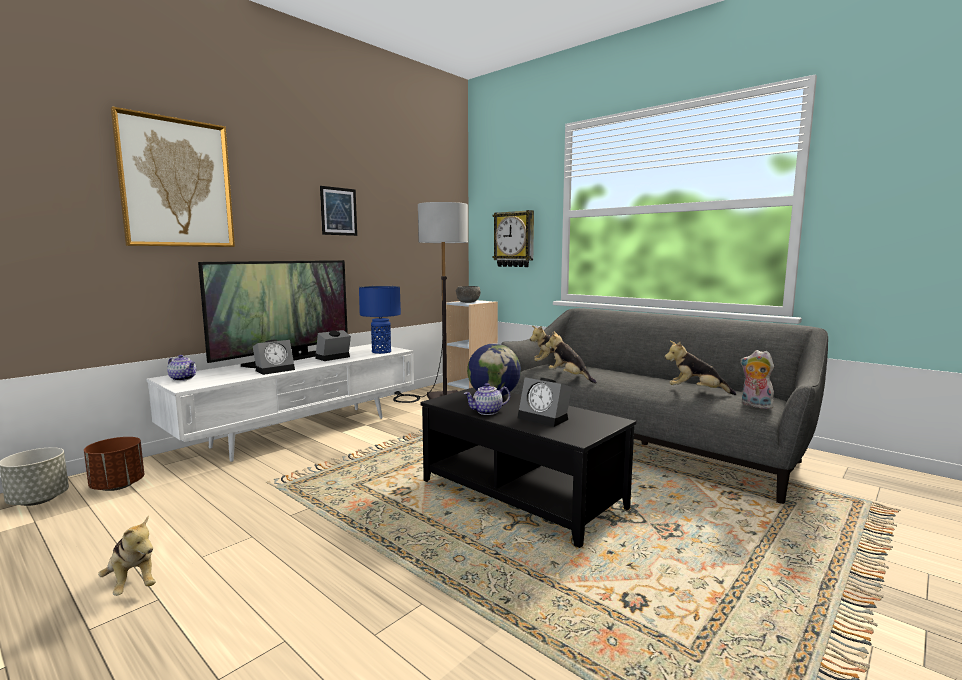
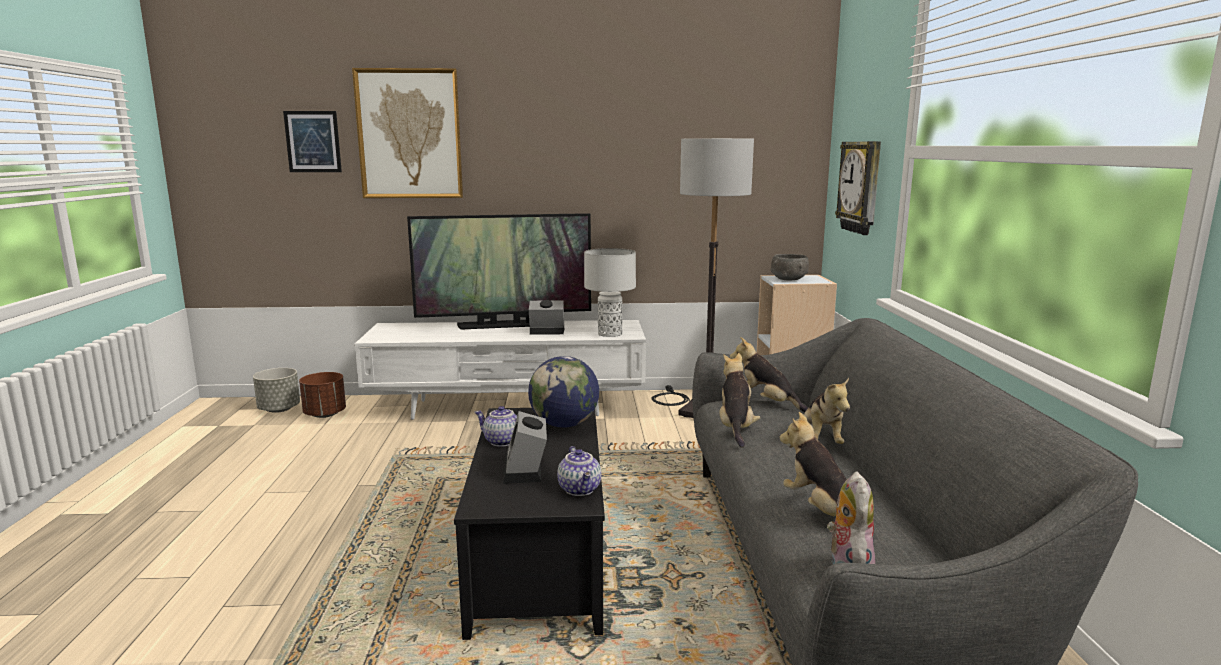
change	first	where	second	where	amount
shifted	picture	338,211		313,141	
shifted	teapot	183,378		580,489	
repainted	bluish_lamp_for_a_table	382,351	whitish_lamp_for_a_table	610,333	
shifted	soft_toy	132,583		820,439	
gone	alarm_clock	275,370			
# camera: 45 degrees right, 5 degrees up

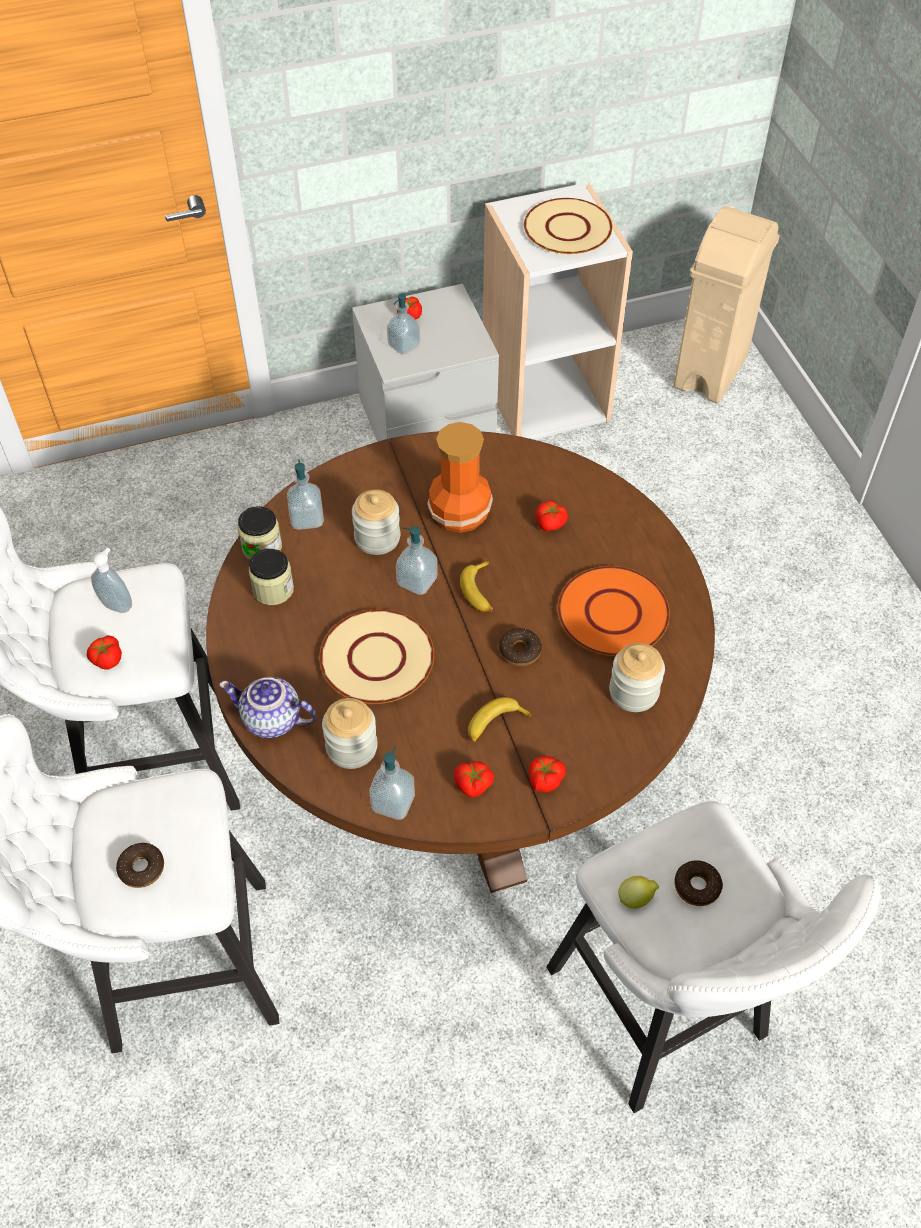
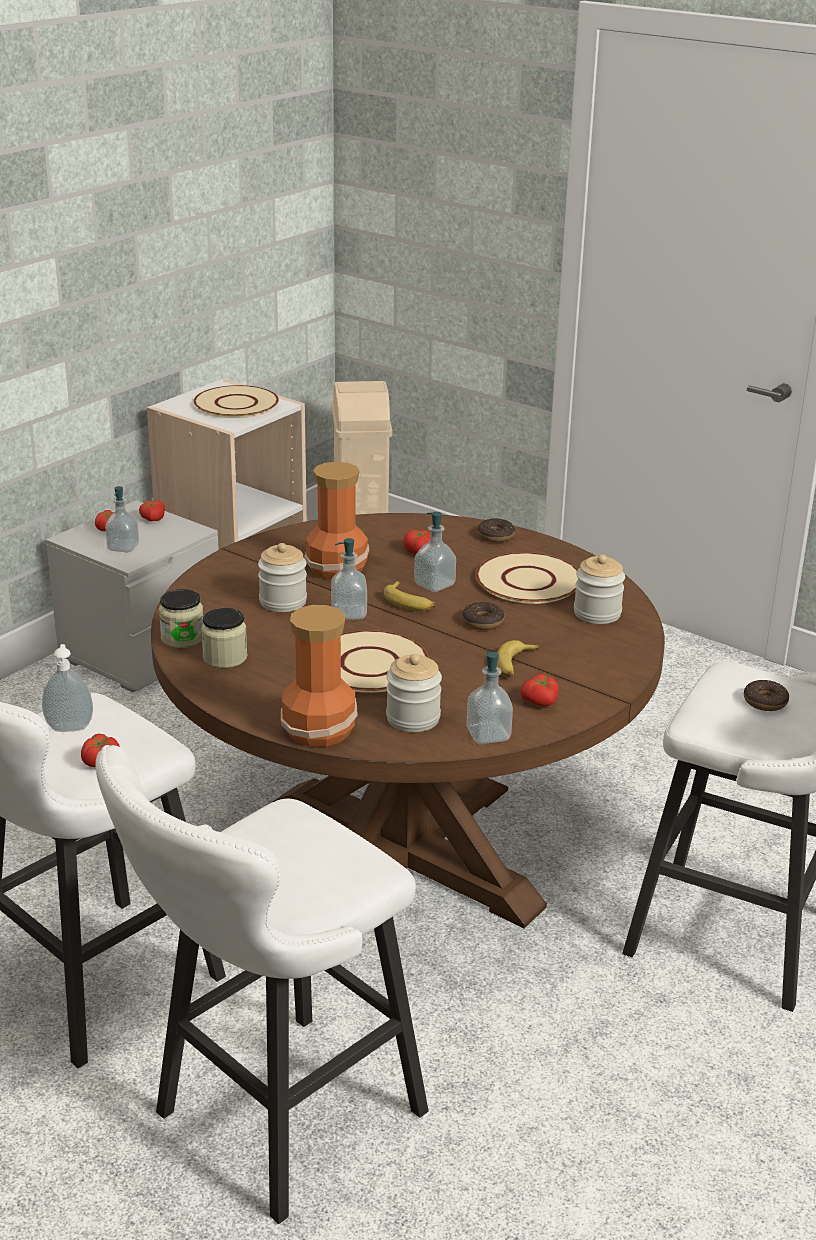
change	first	where	second	where	amount
shifted	tomato	544,779		152,519	
swapped	teapot	270,720	vase	321,729	
shifted	soap_bottle	307,519		434,585	
repainted	orangey_dinner_plate	613,613	beige_dinner_plate	529,580	
shifted	ring_doughnut	141,868		496,536	
gone	citrus_fruit	636,898			
# camera: 35 degrees left, 25 degrees down

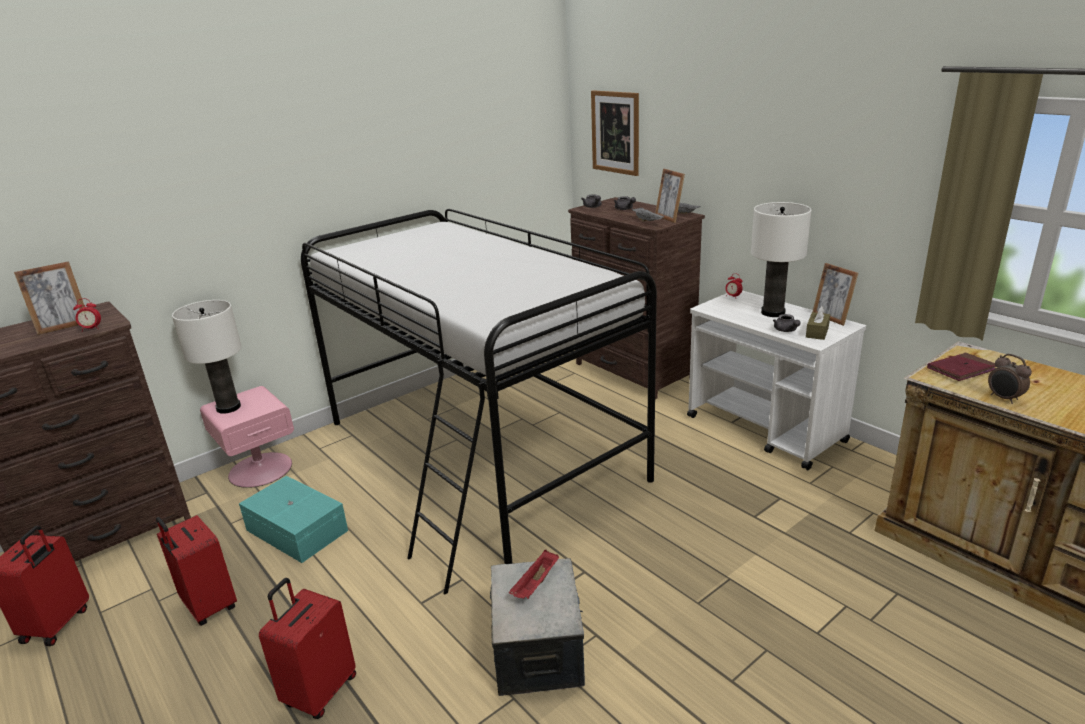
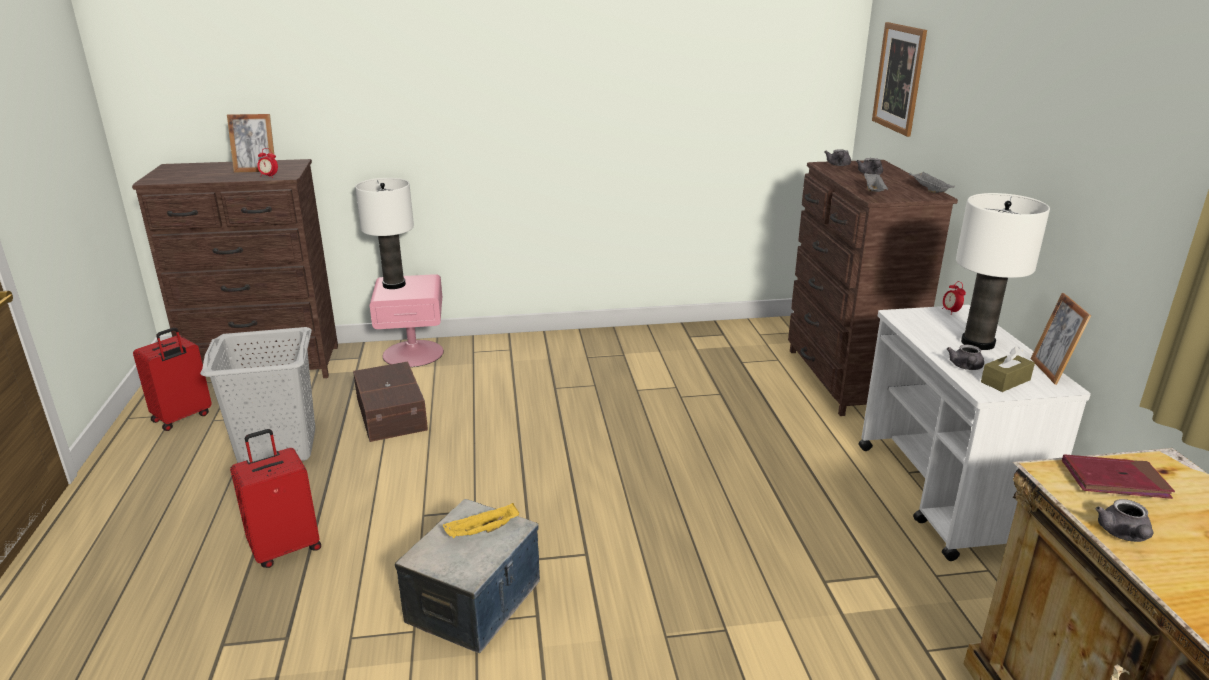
change	first	where	second	where	amount
swapped	reddish_suitcase	208,607	grey_washing_basket	277,447	
repainted	turquoise_storage_box	297,529	brownish_storage_box	392,413	
repainted	reddish_serving_tray	536,584	yellow-coloured_serving_tray	482,532	
swapped	alarm_clock	1004,398	grey_teapot	1124,535	
gone	blackish_bed	479,453			
gone	standing_frame	668,218			
# camera: 30 degrees right, 0 degrees up

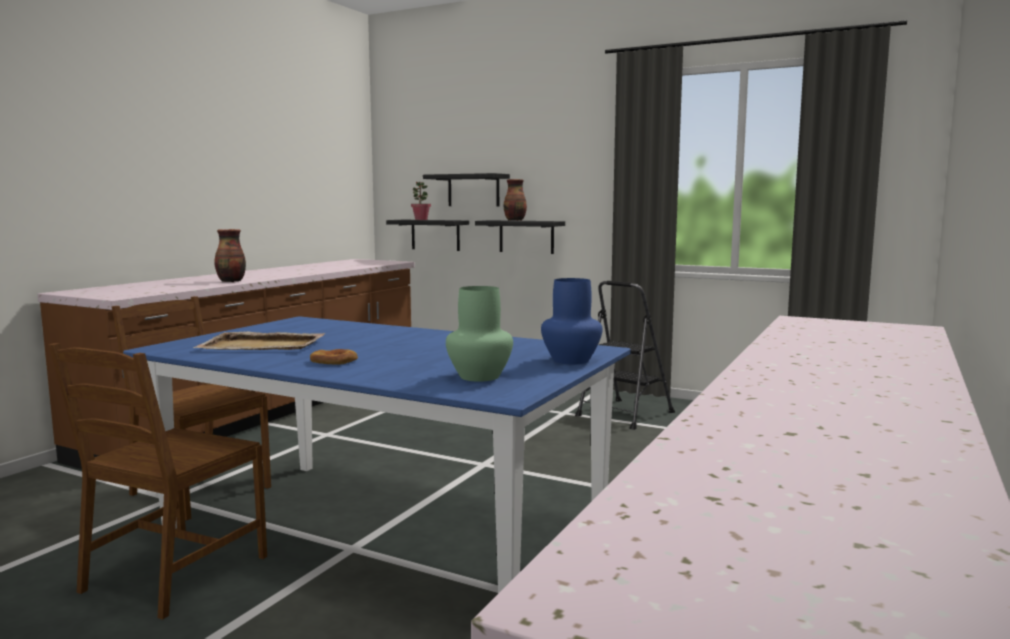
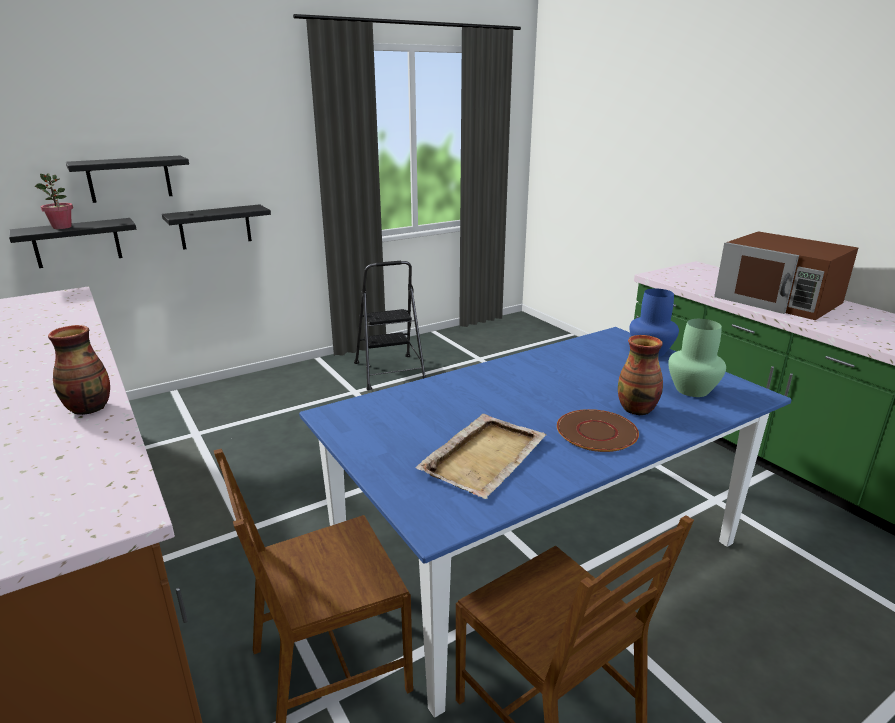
change	first	where	second	where	amount
swapped	baked_bread	334,361	brownish_dinner_plate	597,432	
shifted	vase	515,220		637,409	
new			brownish_kitchen_microwave	778,300	
# camera: 60 degrees left, 15 degrees up

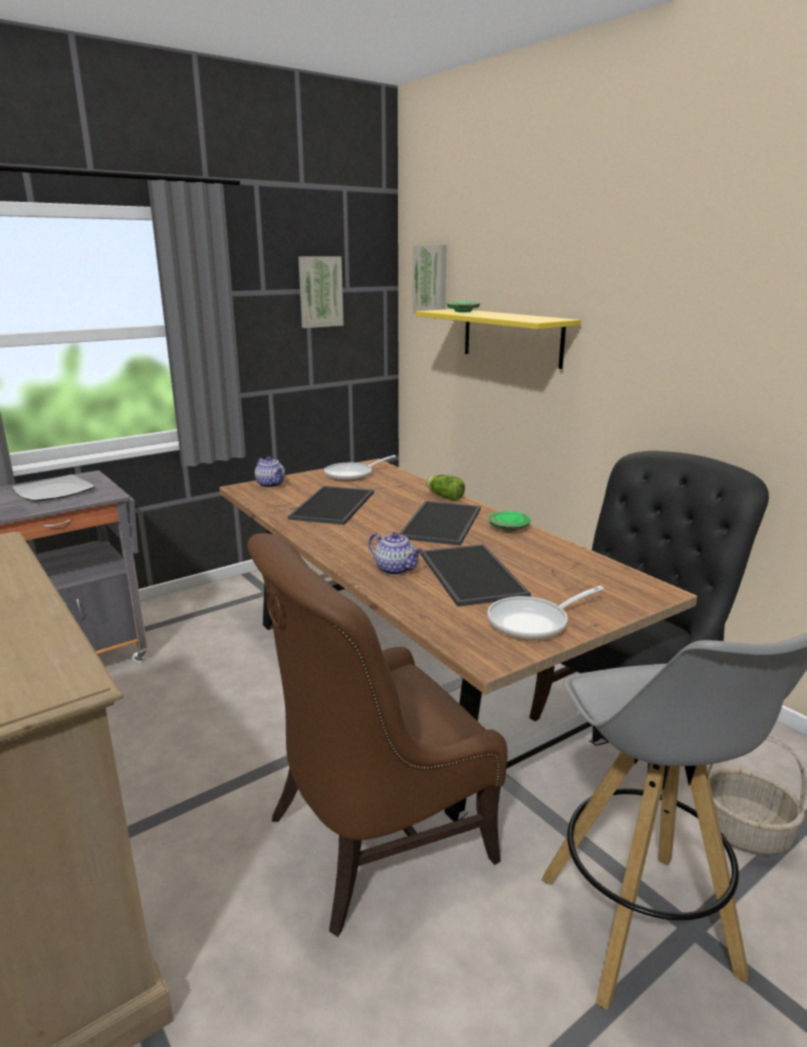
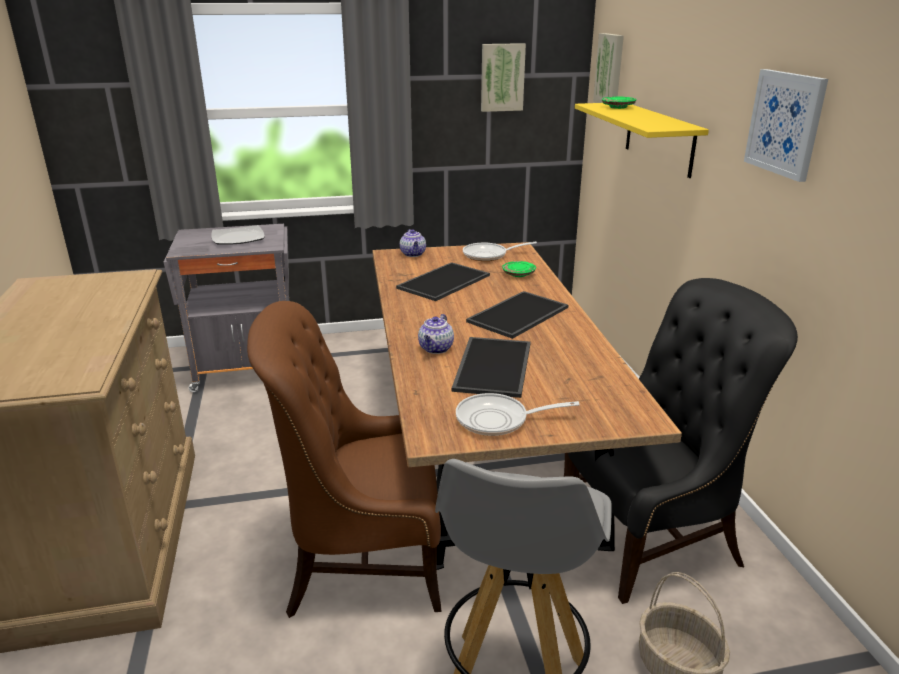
change	first	where	second	where	amount
rotated	teapot	396,569		436,349	45 degrees clockwise
shifted	green-coloured_dinner_plate	509,527		518,274	
new			picture	785,123	
gone	lettuce_head	444,497			
# camera: 25 degrees right, 5 degrees up

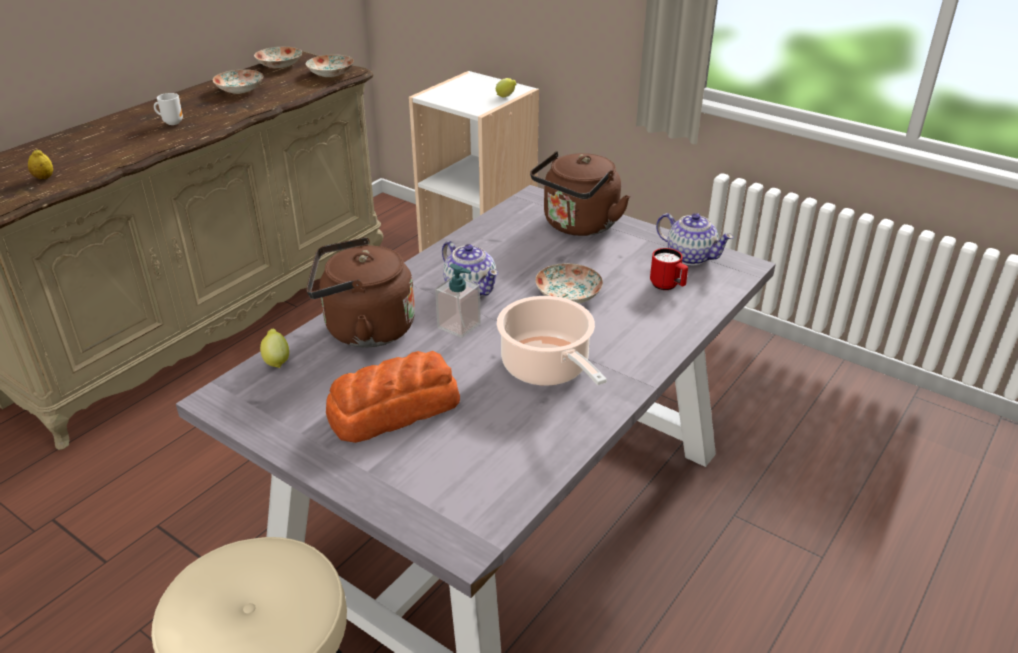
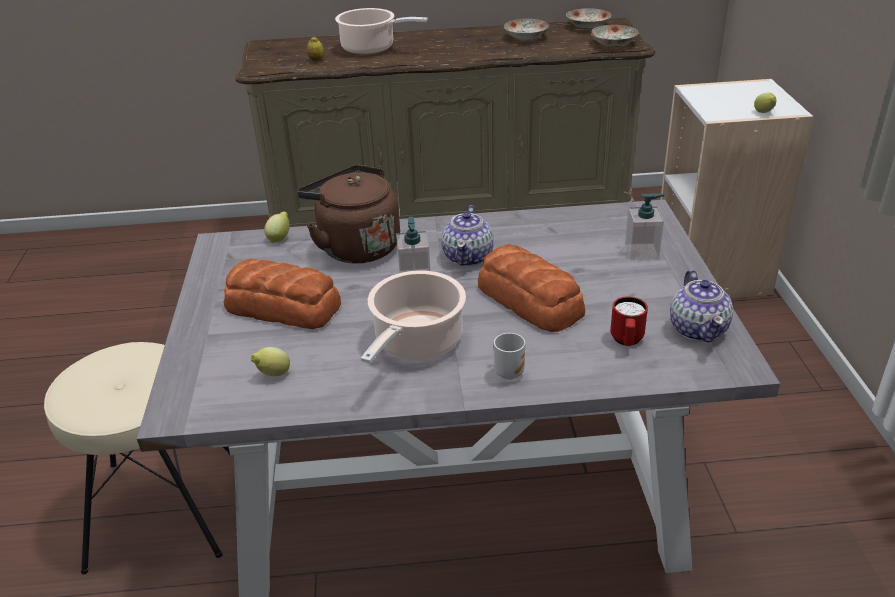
change	first	where	second	where	amount
new			citrus_fruit	273,374	
new			saucepot	371,48	
swapped	dinner_plate	569,295	baked_bread	530,301	
shifted	mug	172,122		508,372	
swapped	brownish_tea_kettle	578,226	soap_bottle	642,251	
# camera: 50 degrees right, 0 degrees up

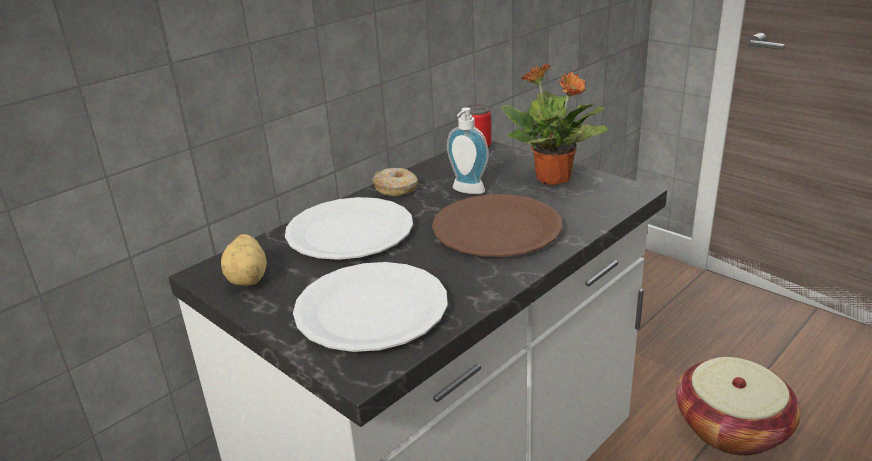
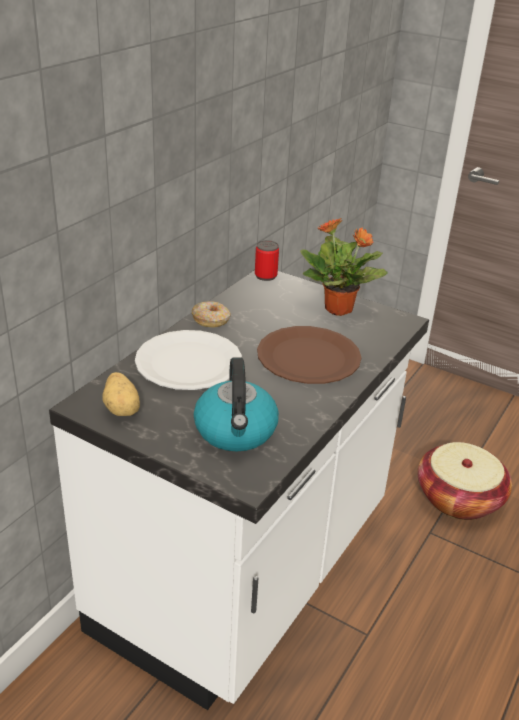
change	first	where	second	where	amount
swapped	whitish_dinner_plate	372,309	tea_kettle	236,432	
gone	soap_bottle	466,191			
# camera: 15 degrees left, 5 degrees up

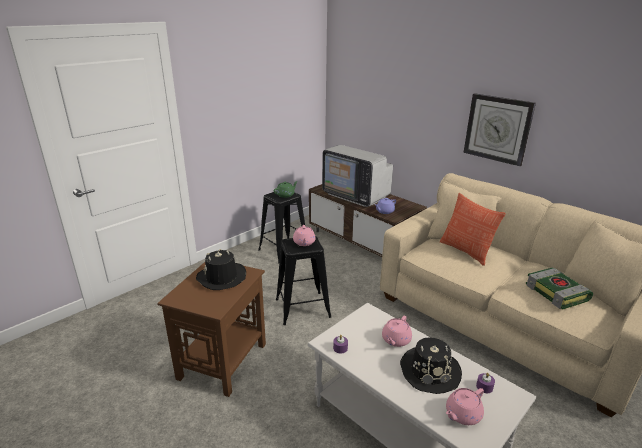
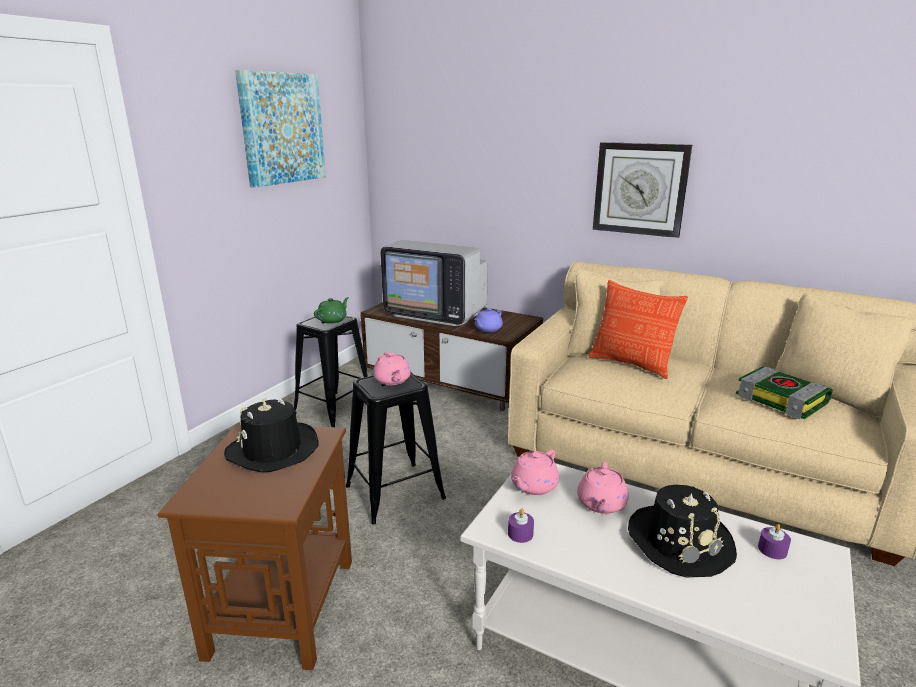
change	first	where	second	where	amount
new			picture	282,128	
shifted	pink-coloured_teapot	462,414		533,486	
# camera: 15 degrees left, 5 degrees down

